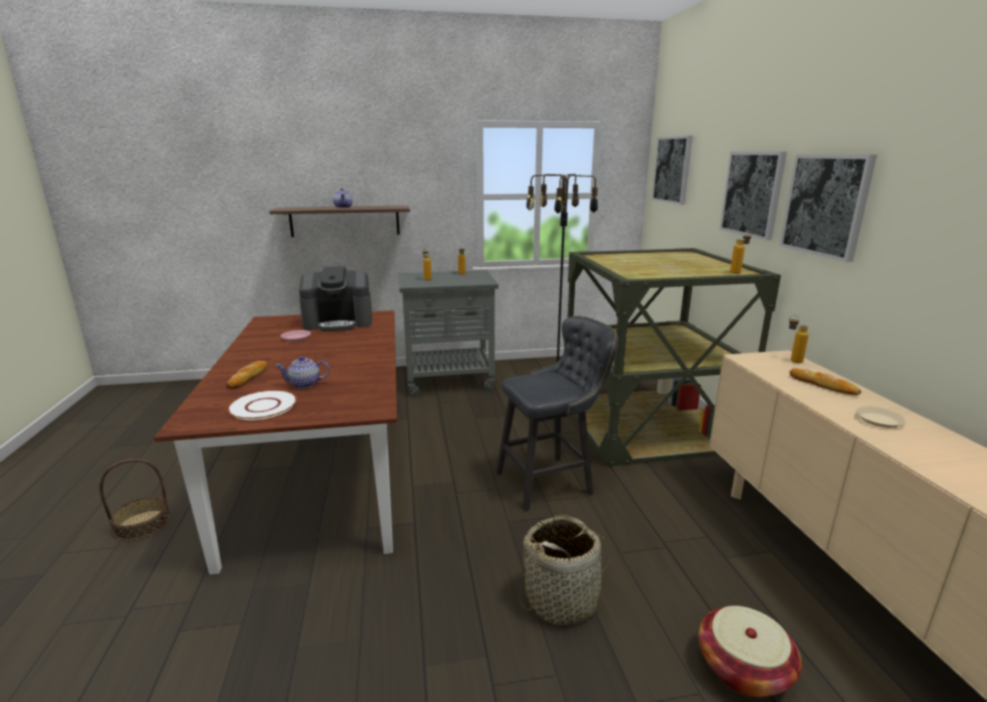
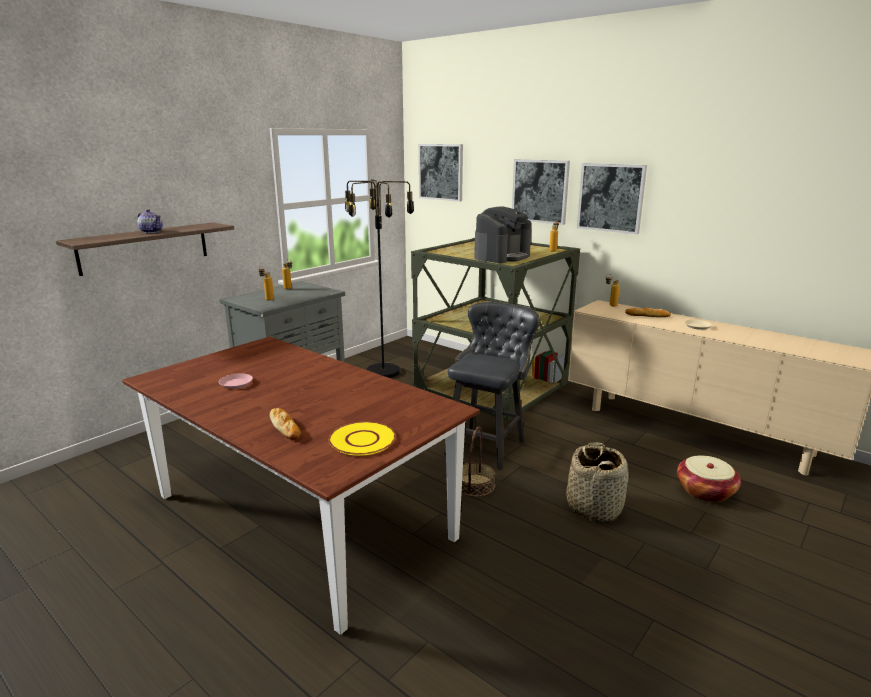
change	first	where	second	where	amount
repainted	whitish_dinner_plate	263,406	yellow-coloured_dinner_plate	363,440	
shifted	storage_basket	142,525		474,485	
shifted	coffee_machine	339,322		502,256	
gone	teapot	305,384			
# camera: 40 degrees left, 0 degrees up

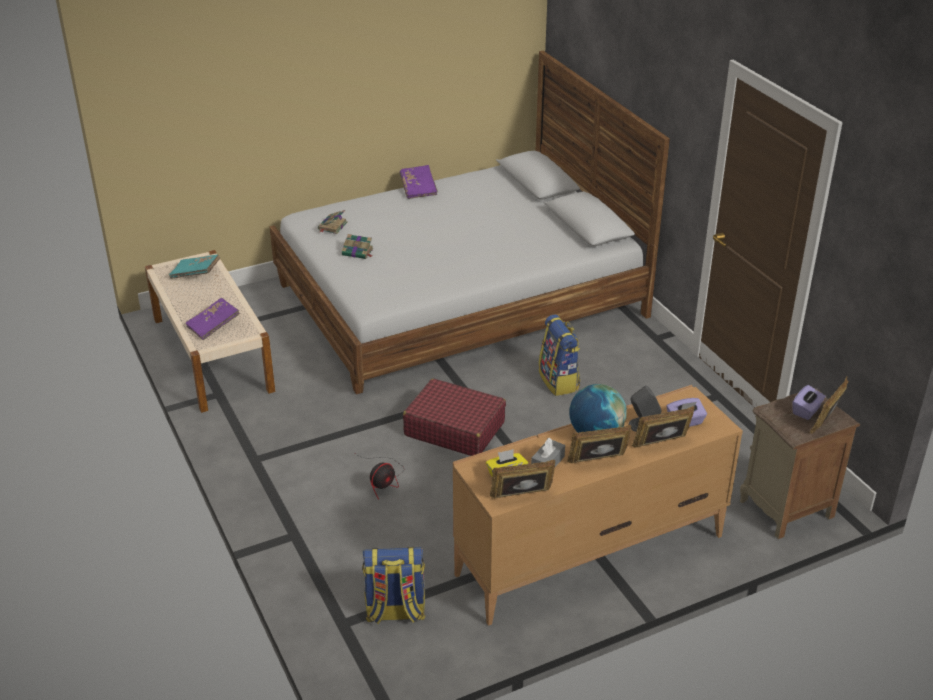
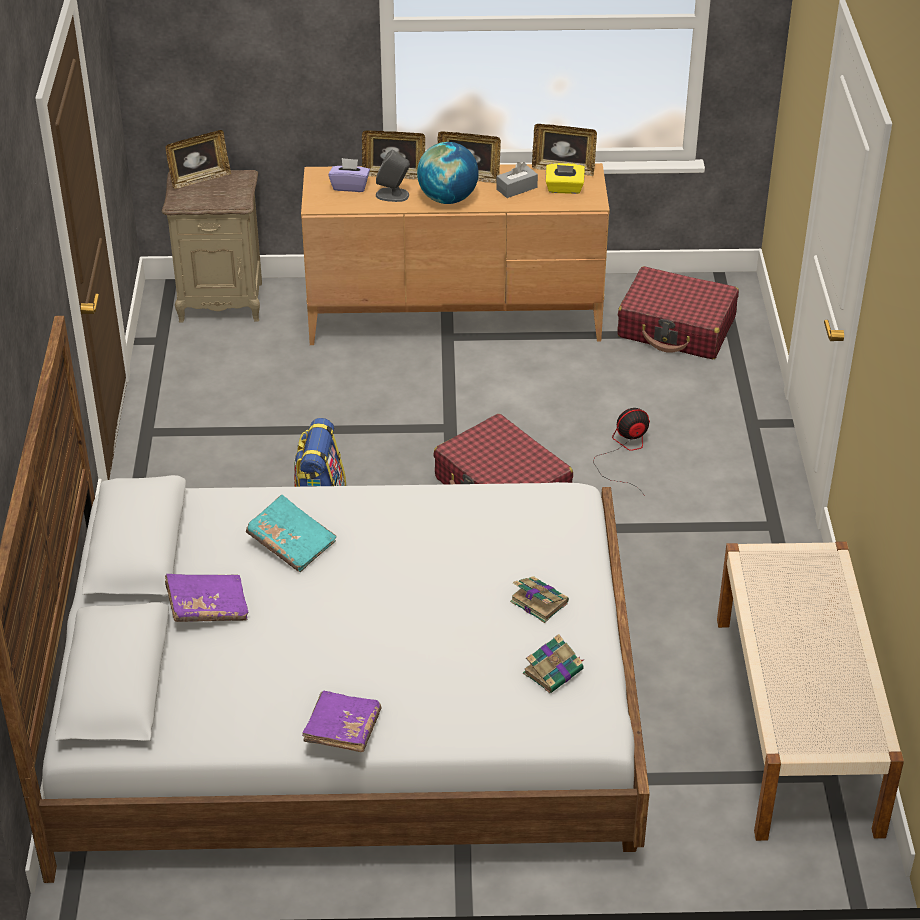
change	first	where	second	where	amount
shifted	purplish_volume	213,326		207,608	
shifted	turquoise_volume	196,273		291,543	
swapped	backpack	395,612	reddish_suitcase	676,328	
gone	purplish_tissue_holder	806,411			
# camera: 155 degrees left, 5 degrees up

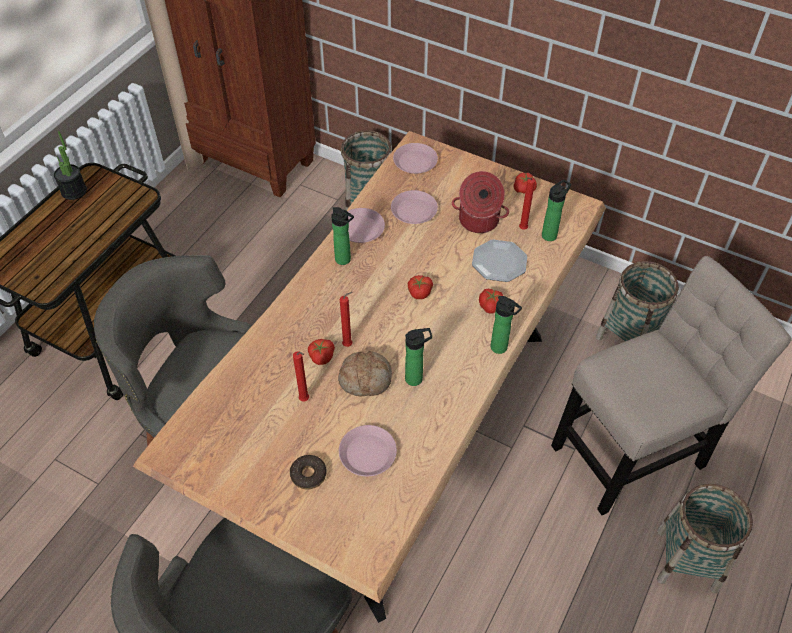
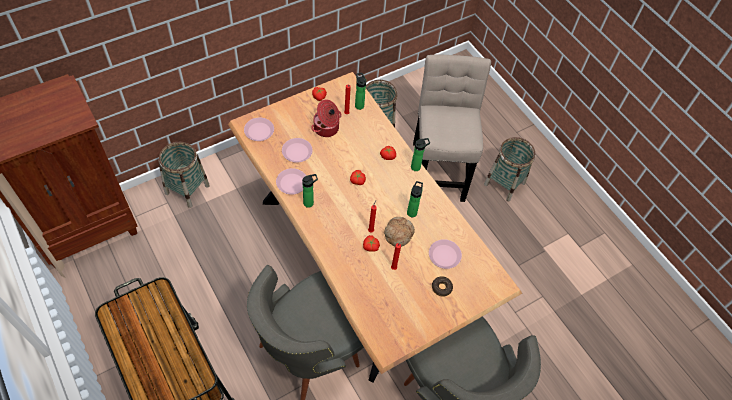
change	first	where	second	where	amount
gone	plant_in_a_pot	74,191			
gone	dinner_plate	499,263			
# camera: 65 degrees left, 5 degrees up

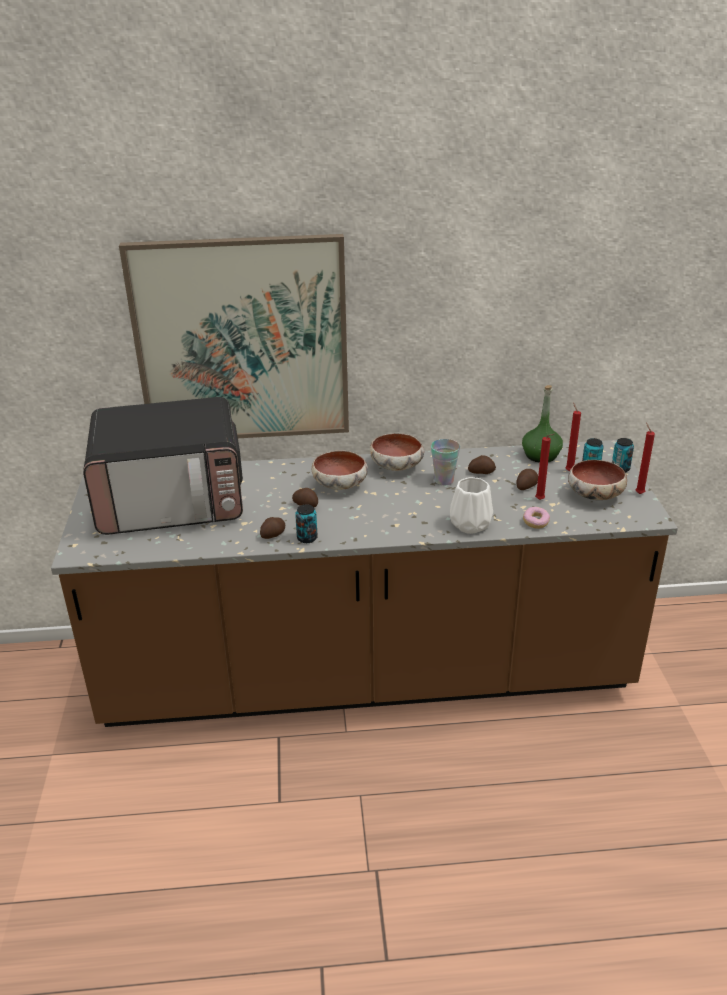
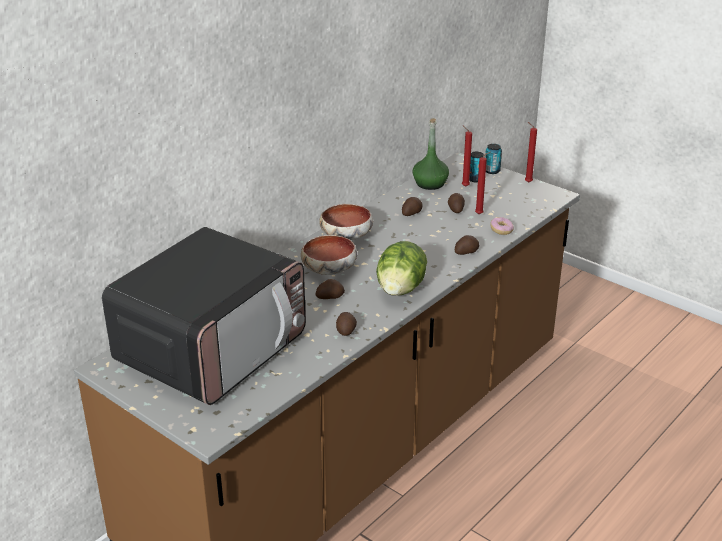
change	first	where	second	where	amount
new			lettuce_head	400,289	
swapped	whitish_vase	471,524	whole_potato	466,252	
gone	picture	242,341			
gone	can	307,538			
gone	drinking_cup	444,480			
gone	serving_bowl	594,496			
# camera: 45 degrees left, 0 degrees up

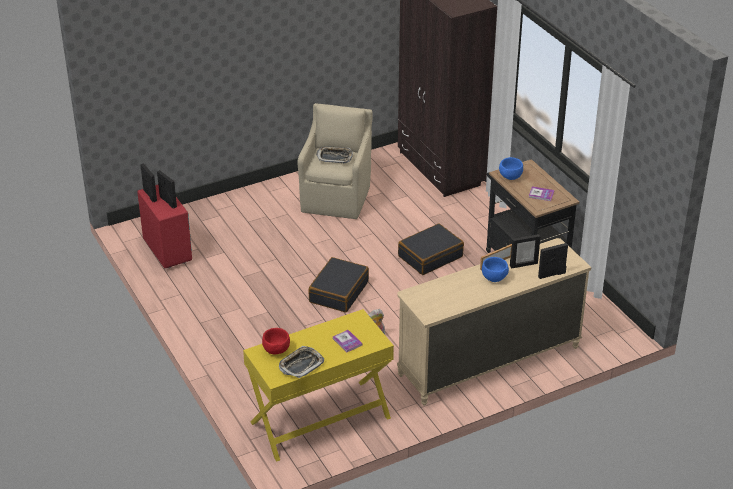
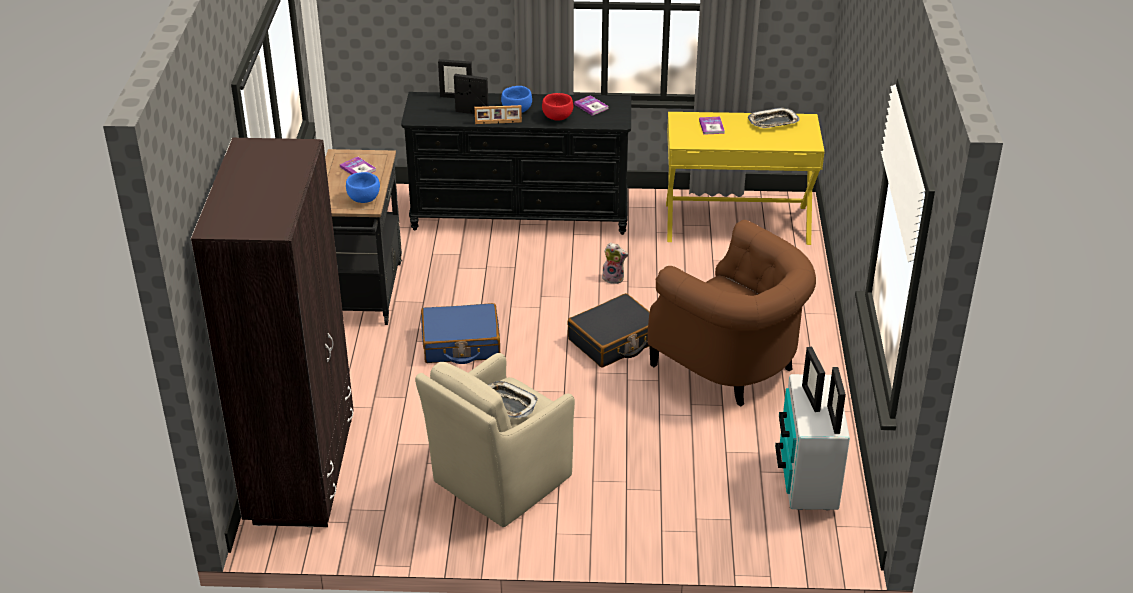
change	first	where	second	where	amount
repainted	beige_drawer_chest	488,362	blackish_drawer_chest	521,216	
repainted	blackish_suitcase	430,256	bluish_suitcase	461,344	
shifted	reddish_serving_bowl	276,350		558,118	
new			volume	591,106	
new			brownish_armchair	730,366	
repainted	reddish_nightstand	168,252	whitish_nightstand	806,482	
# camera: 150 degrees left, 0 degrees up

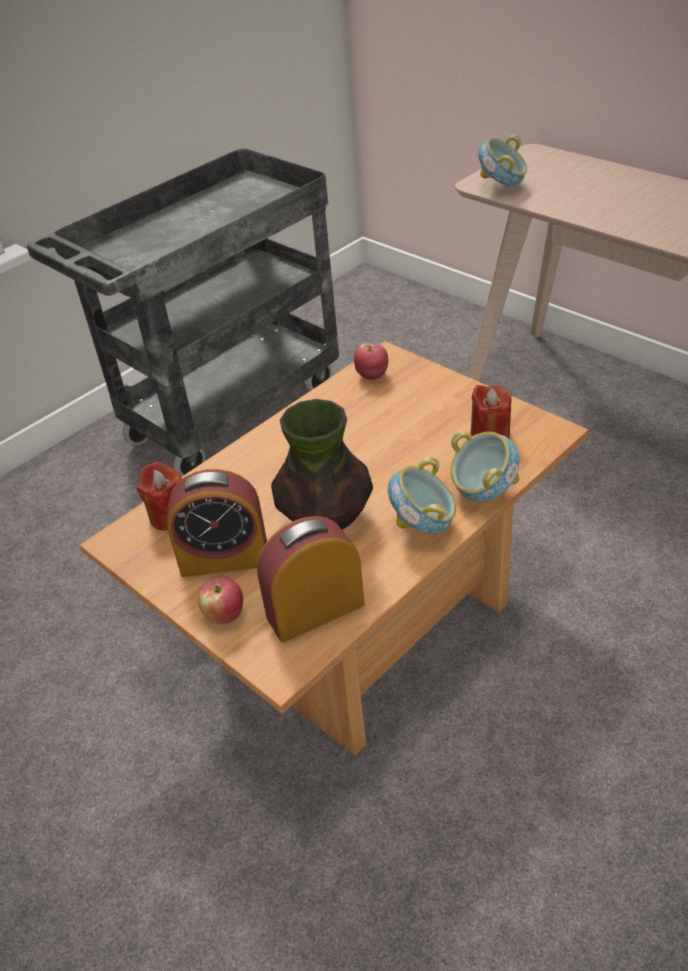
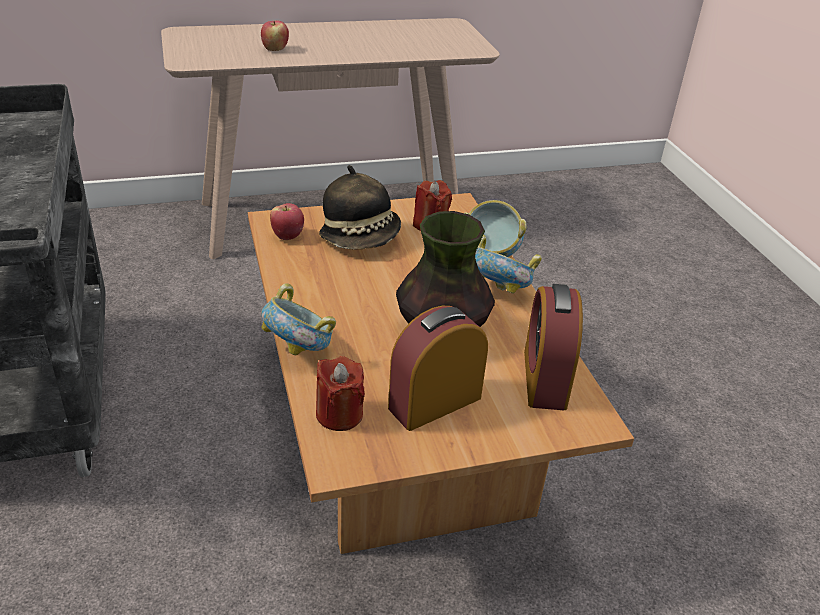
change	first	where	second	where	amount
shifted	apple	224,615		275,49	
shifted	serving_bowl	502,187		299,351	
new			wearable_hat	361,238	
rotated	alarm_clock	224,558		435,403	150 degrees counterclockwise
# camera: 65 degrees left, 5 degrees down

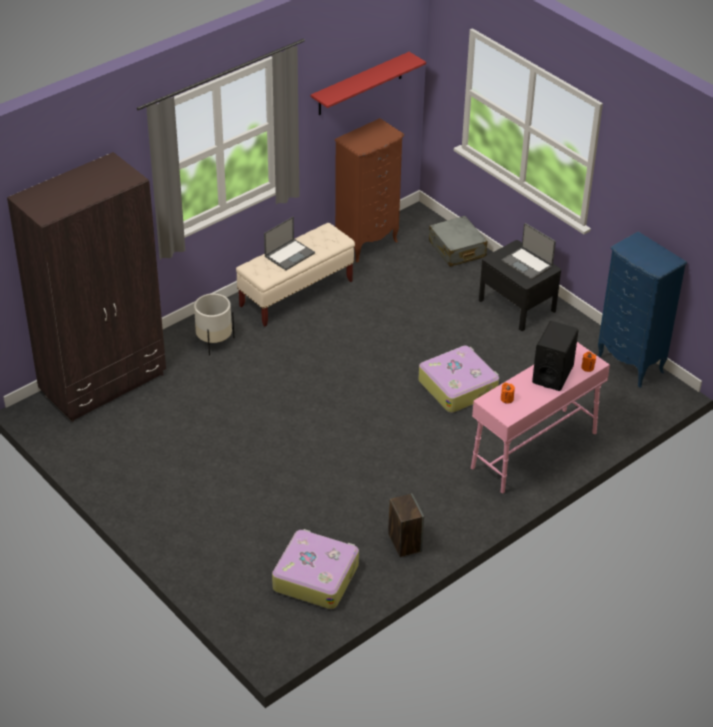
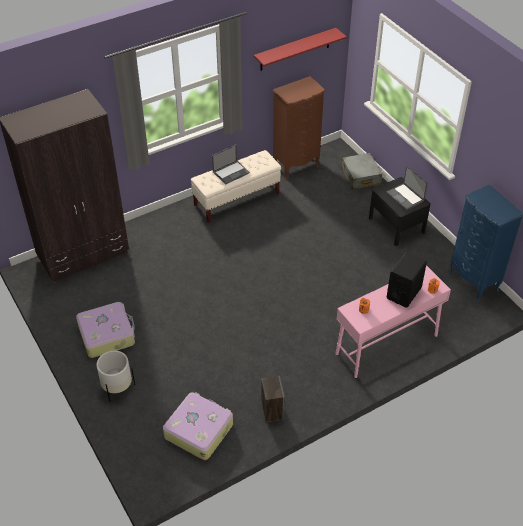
change	first	where	second	where	amount
shifted	suitcase	458,386		107,334	
shifted	whitish_planter	214,342		117,387	
# camera: 10 degrees right, 5 degrees up

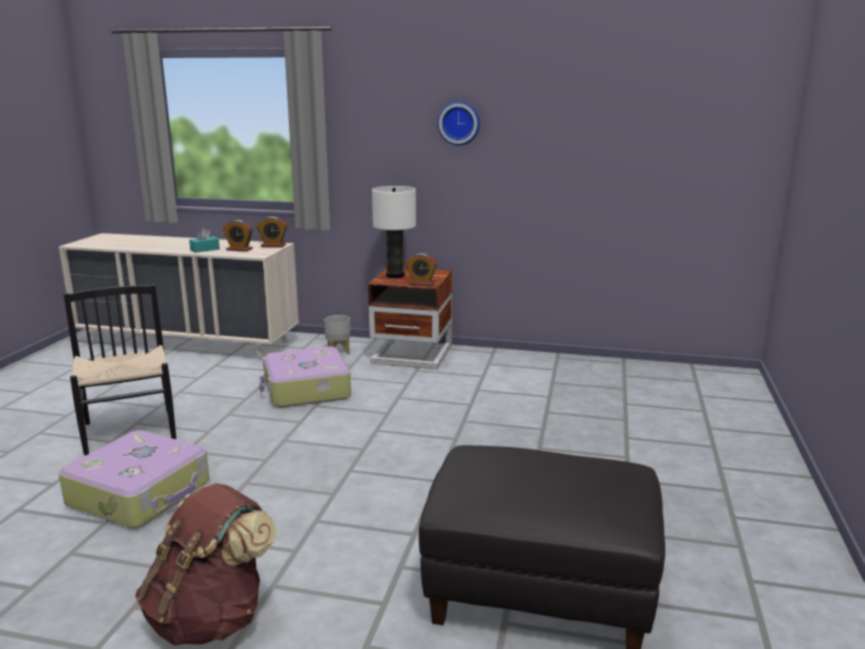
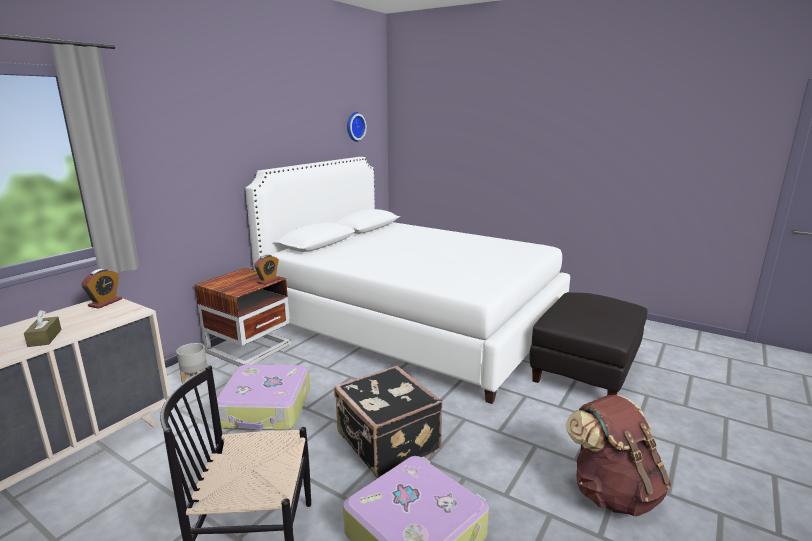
change	first	where	second	where	amount
repainted	turquoise_tissue_holder	205,249	brownish_tissue_holder	45,338	
new			whitish_bed	414,324	
new			blackish_suitcase	386,444	
shifted	wall_clock	459,123		354,126	
gone	alarm_clock	239,249			
gone	whitish_lamp_for_a_table	395,275			
# camera: 70 degrees left, 0 degrees up

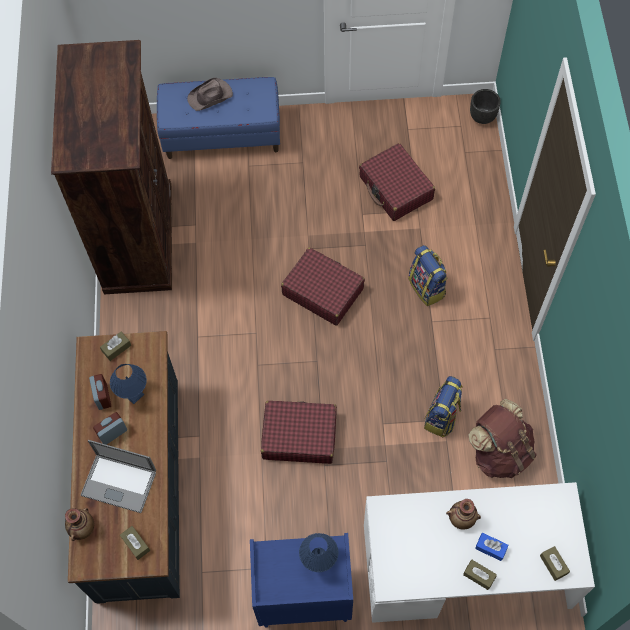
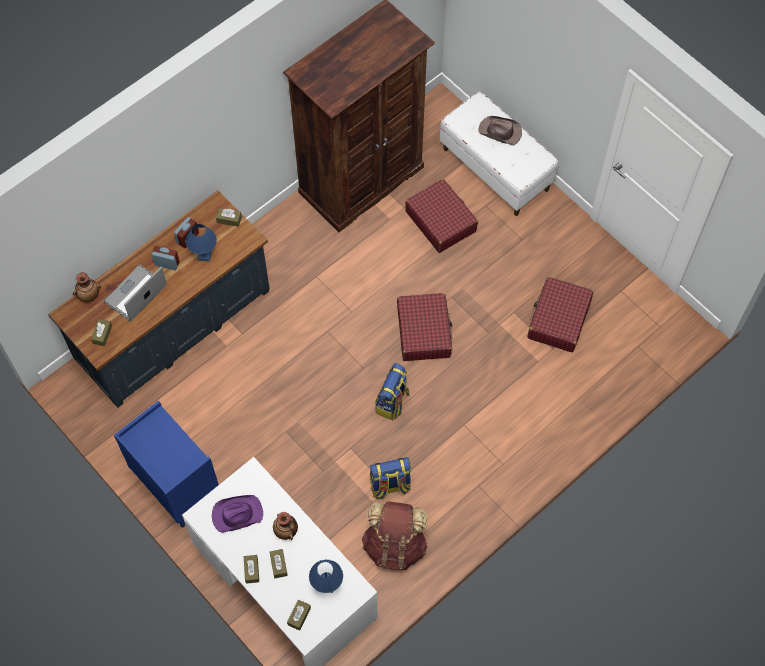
change	first	where	second	where	amount
rotated	laptop	119,483		135,293	60 degrees clockwise
new			purplish_wearable_hat	236,514	
repainted	bluish_tissue_holder	490,548	brownish_tissue_holder	278,565	
shifted	bluish_lamp_for_a_table	318,561		327,585	
shifted	backpack	427,287		392,402	
shifted	reddish_suitcase	299,436		440,221	
repainted	bluish_long_seat	222,135	whitish_long_seat	496,169	
gone	blackish_planter	482,117			
# camera: 50 degrees right, 0 degrees up

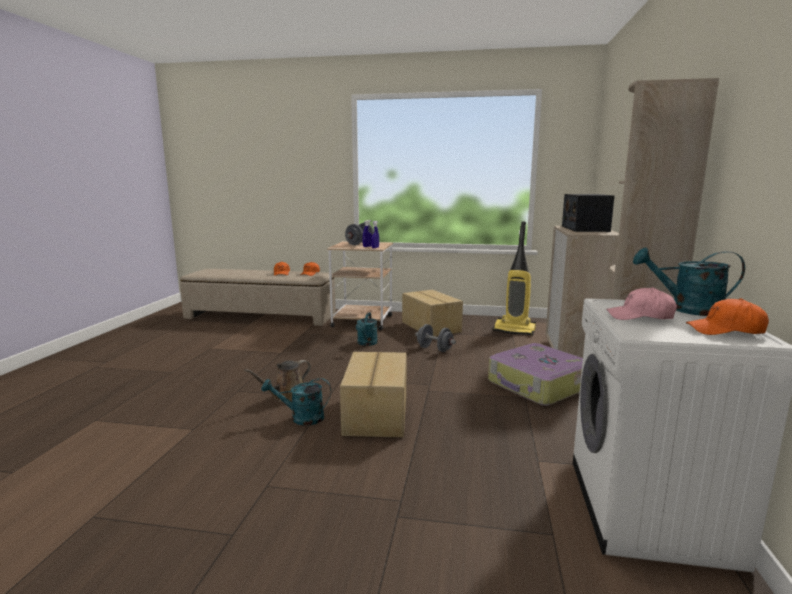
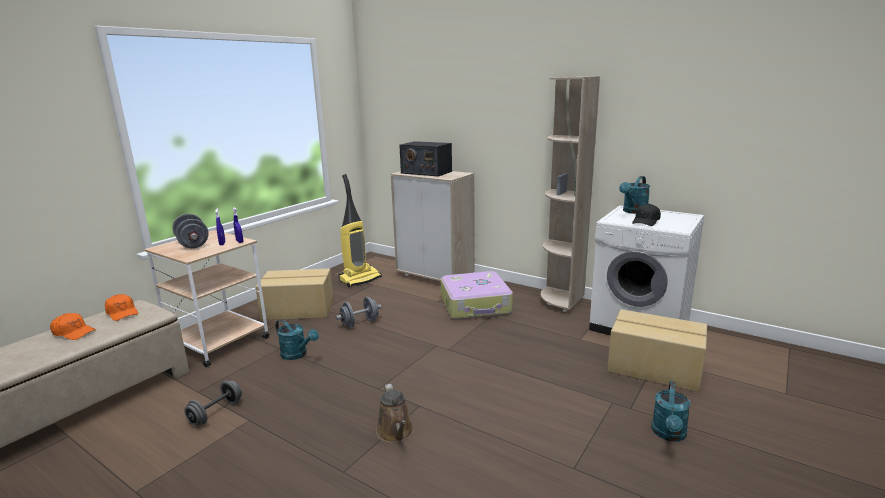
change	first	where	second	where	amount
new			grey_free_weight	216,413	
shifted	cardboard_box	375,414		654,369	
repainted	pink-coloured_peaked_cap	640,316	blackish_peaked_cap	646,221	
shifted	turquoise_watering_can	301,418		669,434	
gone	orangey_peaked_cap	725,330			
# camera: 65 degrees left, 5 degrees up

